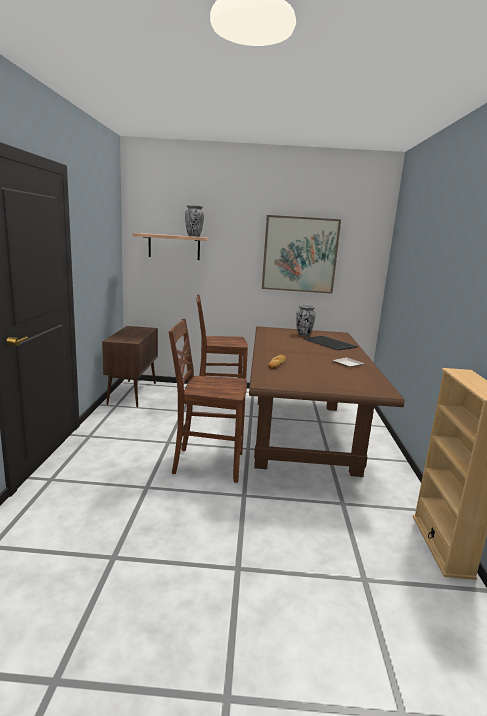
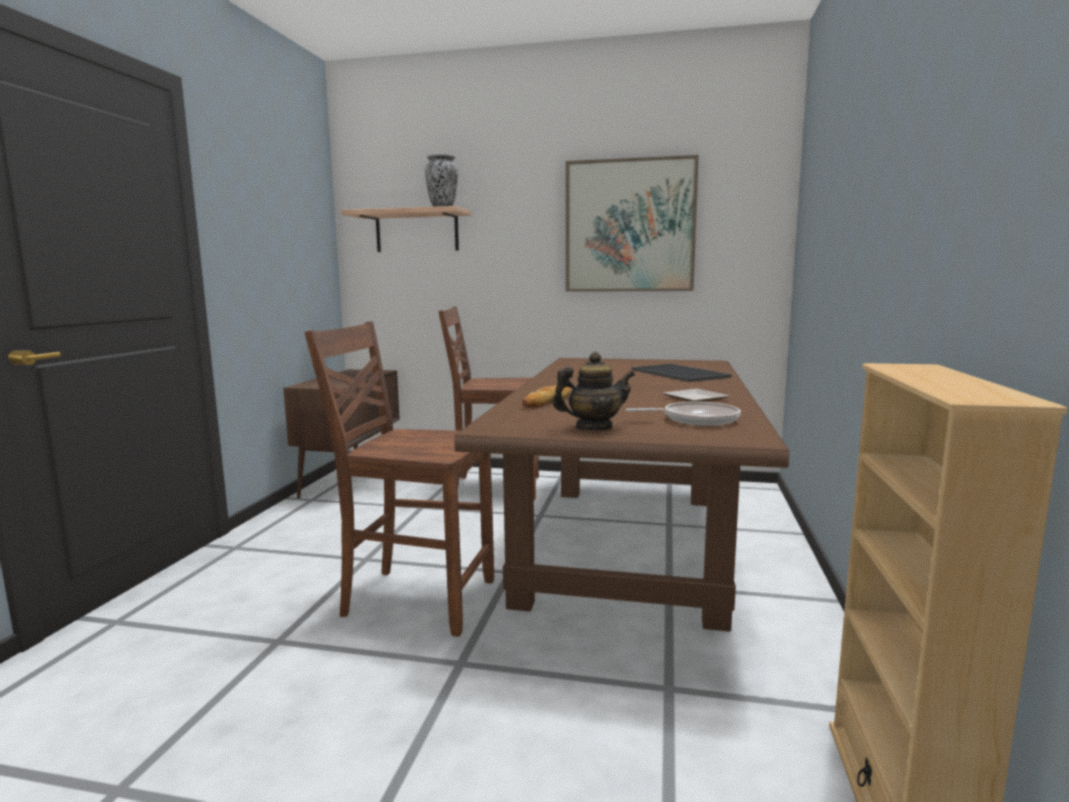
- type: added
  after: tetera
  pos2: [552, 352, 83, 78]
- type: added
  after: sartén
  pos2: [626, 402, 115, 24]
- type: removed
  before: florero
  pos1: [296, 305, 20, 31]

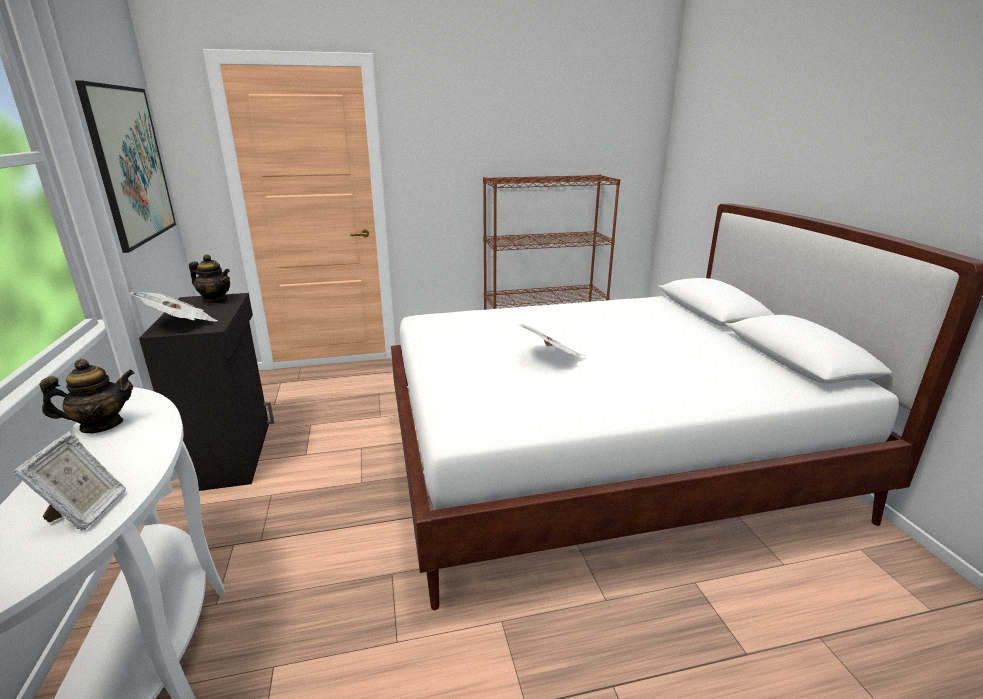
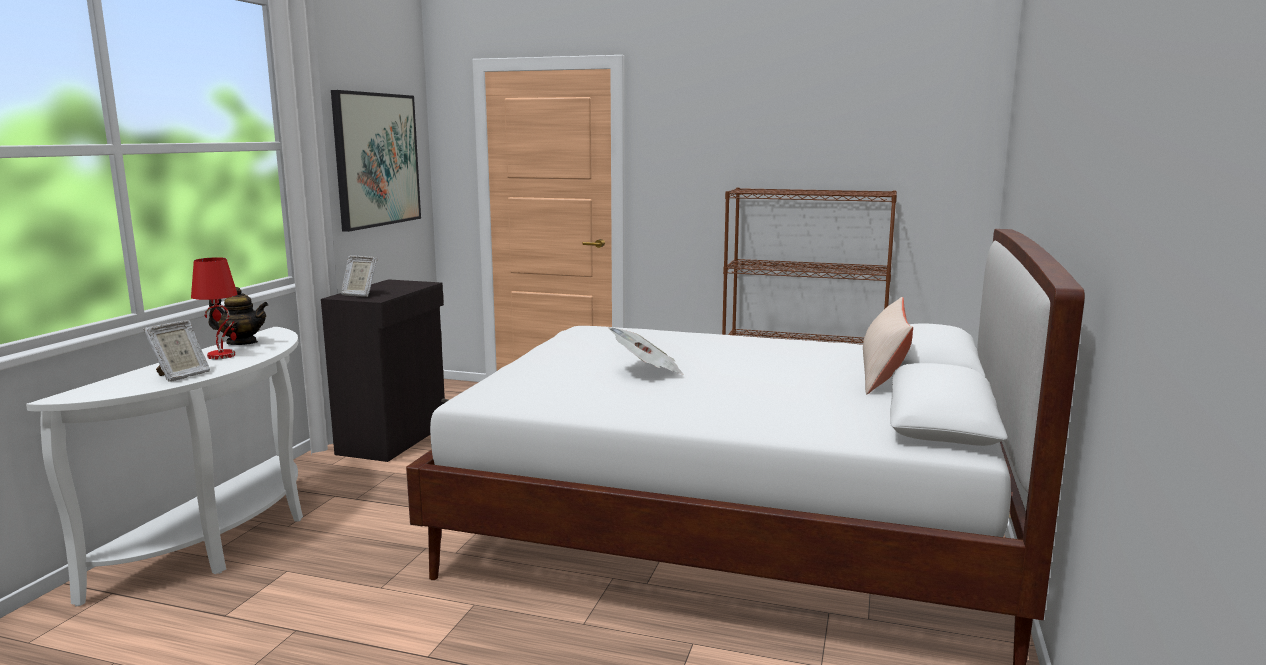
- type: added
  after: lámpara de mesa [rojo]
  pos2: [191, 257, 46, 102]
- type: replaced
  before: periódico
  after: portarretratos
  pos1: [130, 292, 87, 29]
  pos2: [341, 255, 37, 42]
- type: added
  after: cojín [beis]
  pos2: [863, 297, 50, 97]
- type: removed
  before: tetera
  pos1: [189, 255, 41, 48]

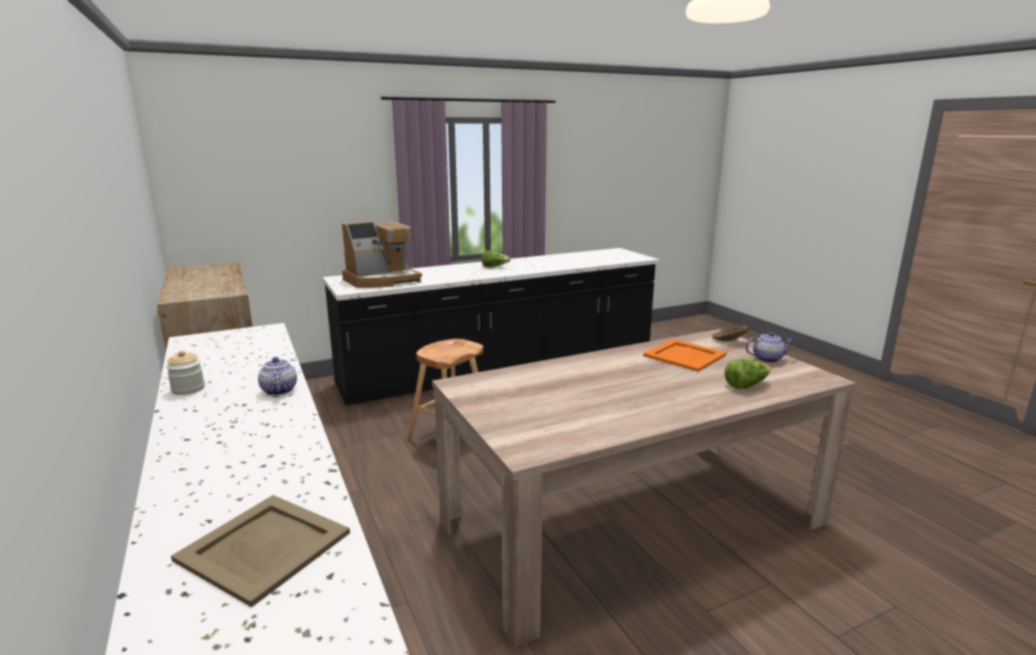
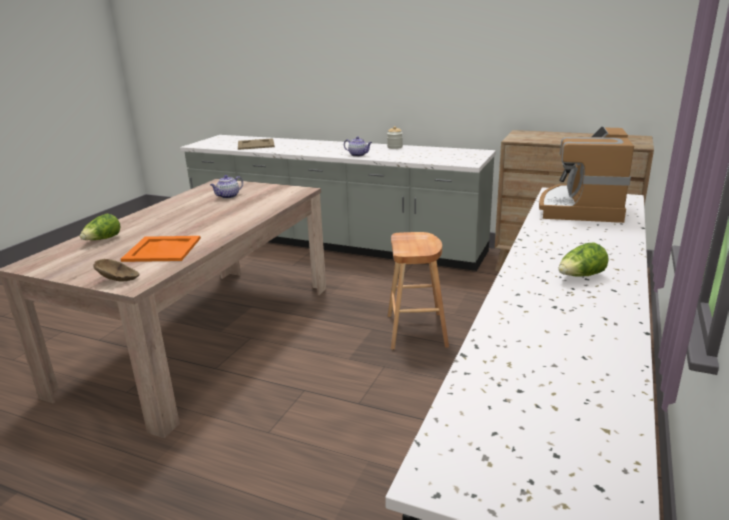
- type: moved
  before: tetera
  pos1: [745, 332, 49, 31]
  pos2: [210, 175, 33, 24]

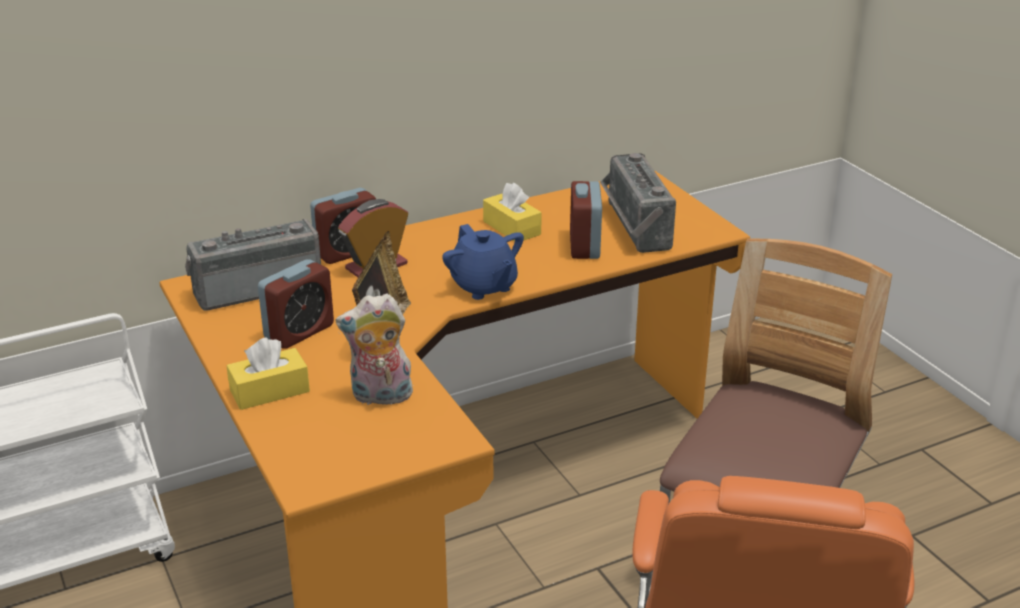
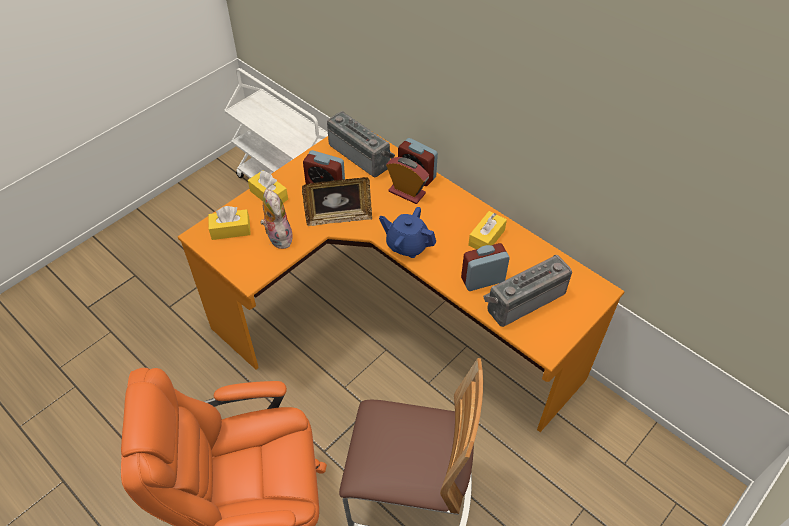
- type: added
  after: caja de pañuelos [amarillo]
  pos2: [208, 206, 43, 34]
- type: turned
  before: tetera [azul]
  pos1: [442, 224, 82, 76]
  pos2: [379, 207, 57, 51]
  turn: 75

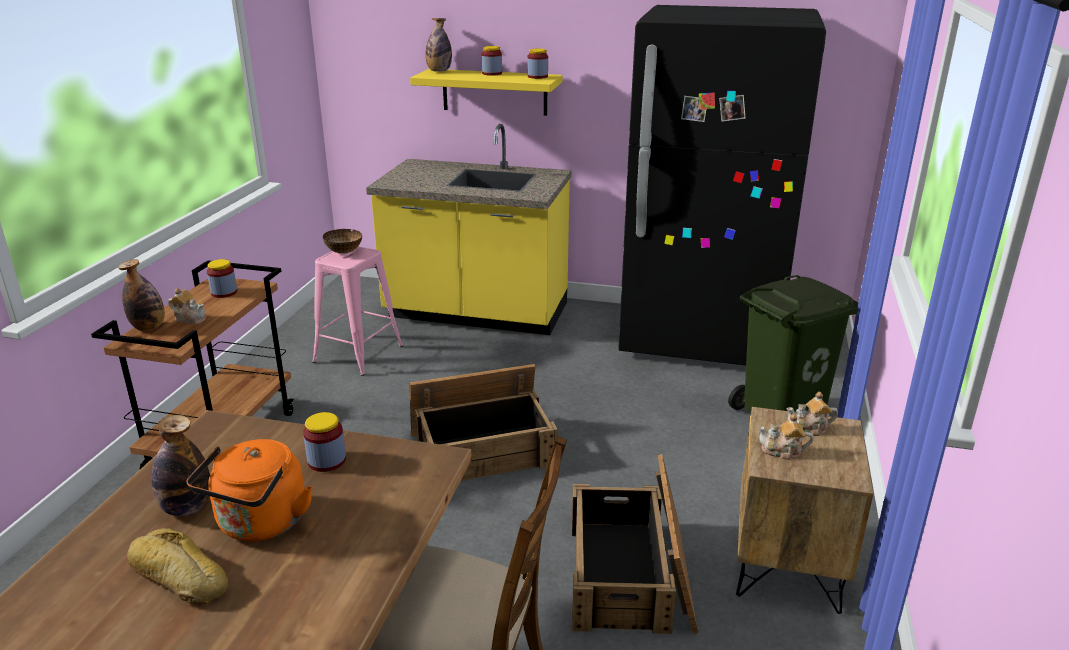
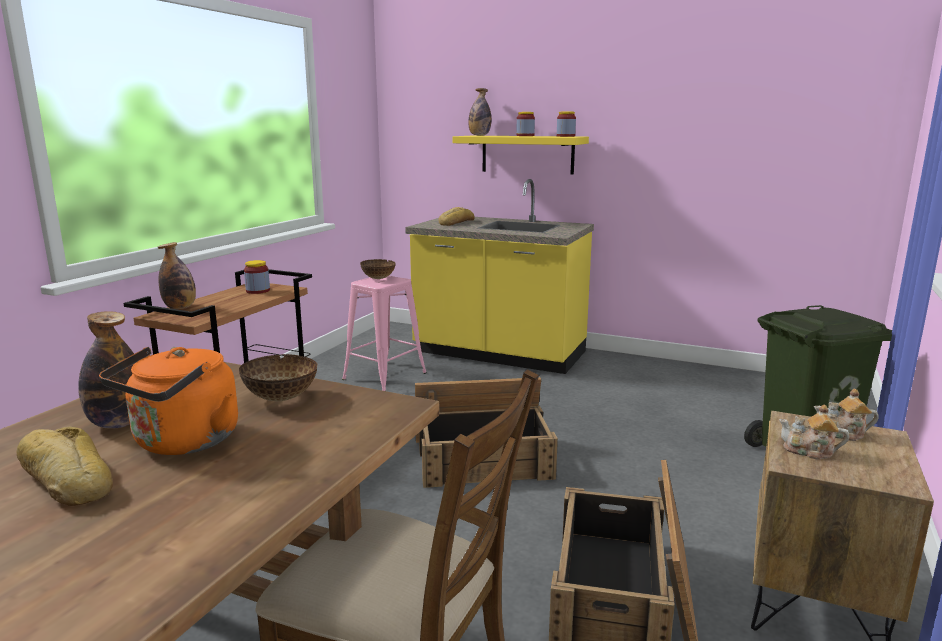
- type: replaced
  before: tarro
  after: cuenco
  pos1: [303, 412, 43, 60]
  pos2: [239, 354, 78, 47]
- type: added
  after: pan
  pos2: [438, 207, 37, 19]
- type: removed
  before: tetera
  pos1: [168, 288, 38, 37]
- type: removed
  before: nevera [negro]
  pos1: [618, 5, 208, 360]

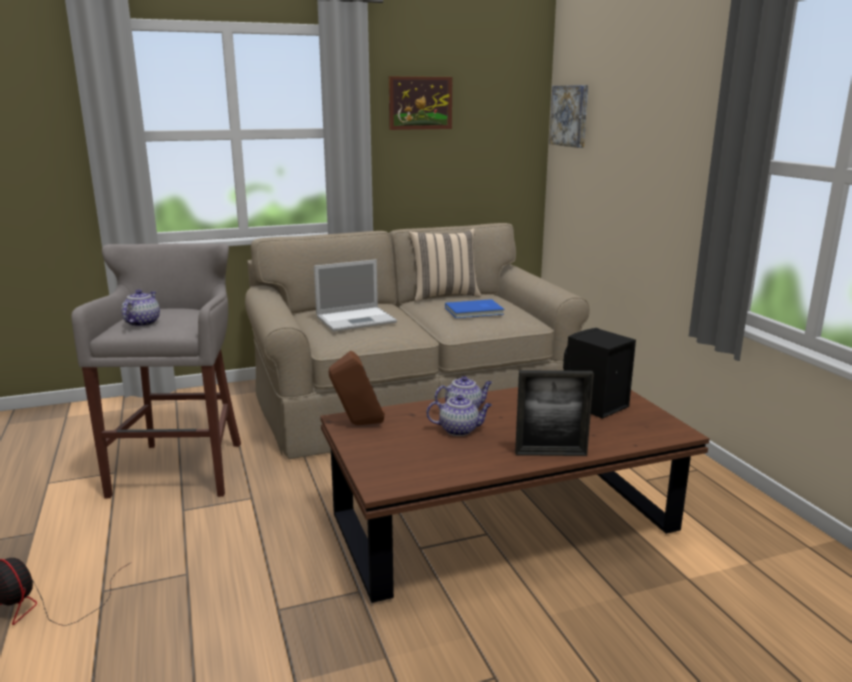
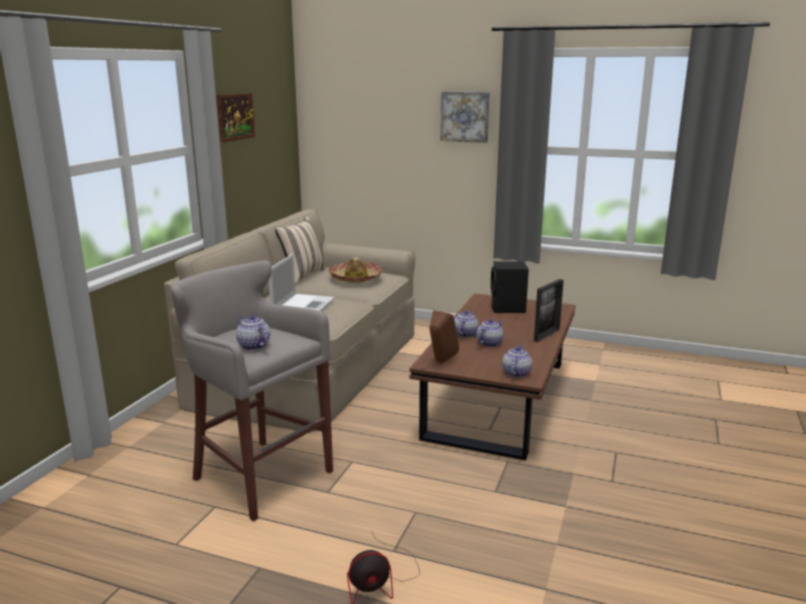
- type: replaced
  before: libro [azul]
  after: sombrero
  pos1: [445, 299, 59, 19]
  pos2: [328, 258, 55, 25]
- type: moved
  before: cuadro
  pos1: [549, 85, 39, 63]
  pos2: [441, 91, 49, 52]
- type: added
  after: tetera
  pos2: [502, 345, 30, 32]

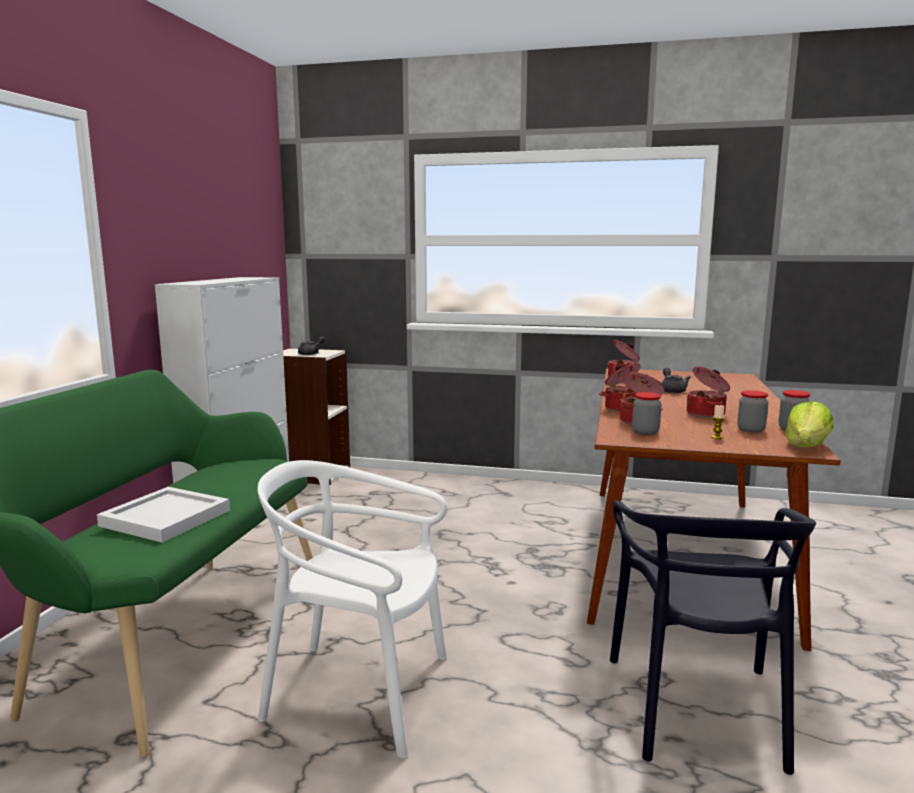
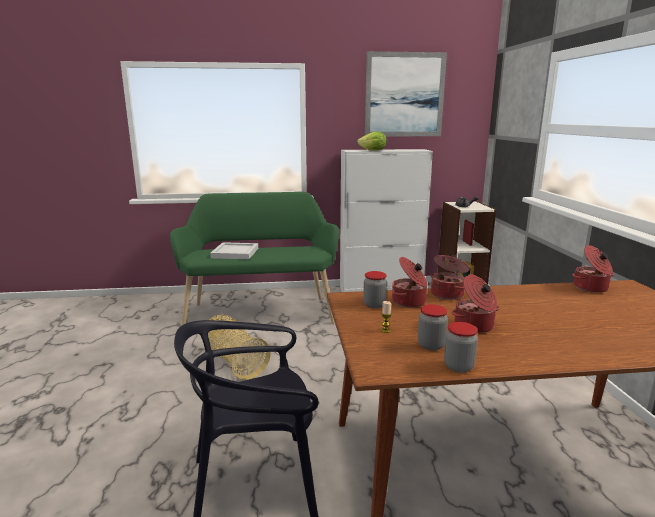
- type: replaced
  before: silla [blanco]
  after: cesta
  pos1: [258, 460, 189, 298]
  pos2: [202, 315, 69, 65]
- type: moved
  before: lechuga
  pos1: [785, 401, 49, 46]
  pos2: [357, 131, 30, 20]
- type: added
  after: cuadro
  pos2: [365, 51, 82, 86]
- type: removed
  before: tetera [gris]
  pos1: [661, 368, 30, 25]

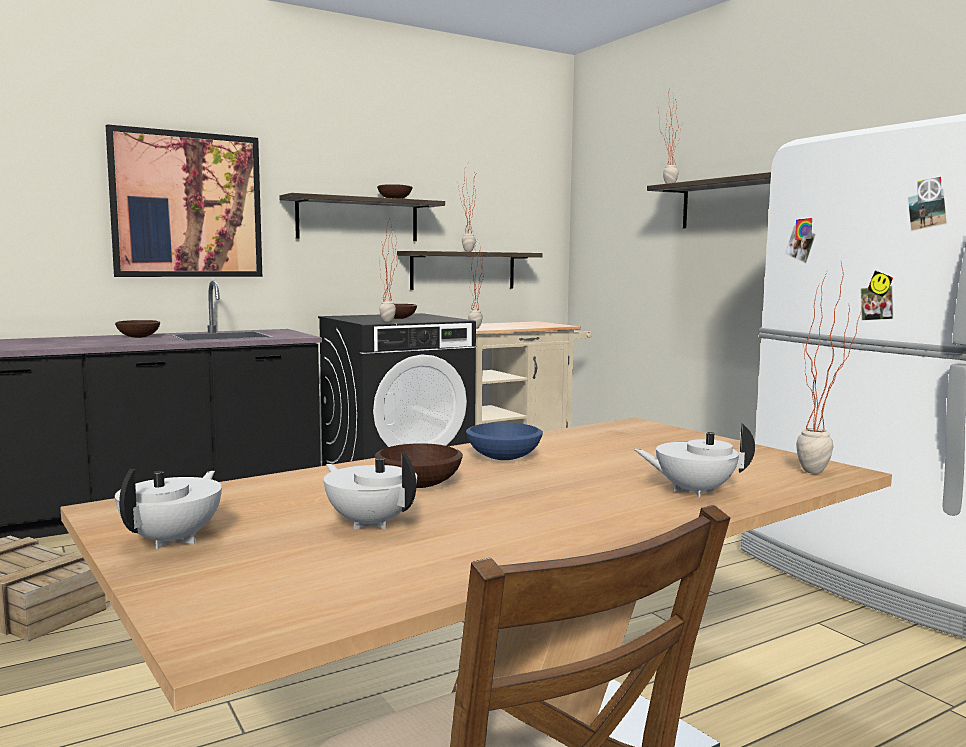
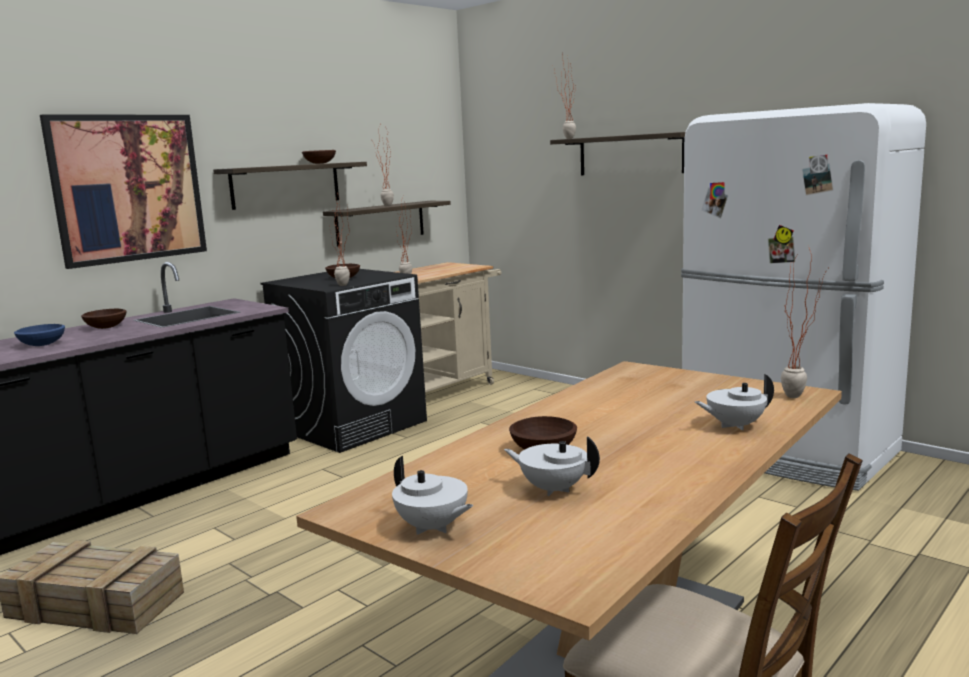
- type: moved
  before: cuenco [azul]
  pos1: [466, 422, 77, 38]
  pos2: [14, 324, 51, 22]
- type: turned
  before: tetera [blanco]
  pos1: [115, 469, 107, 80]
  pos2: [392, 456, 81, 79]
  turn: 135

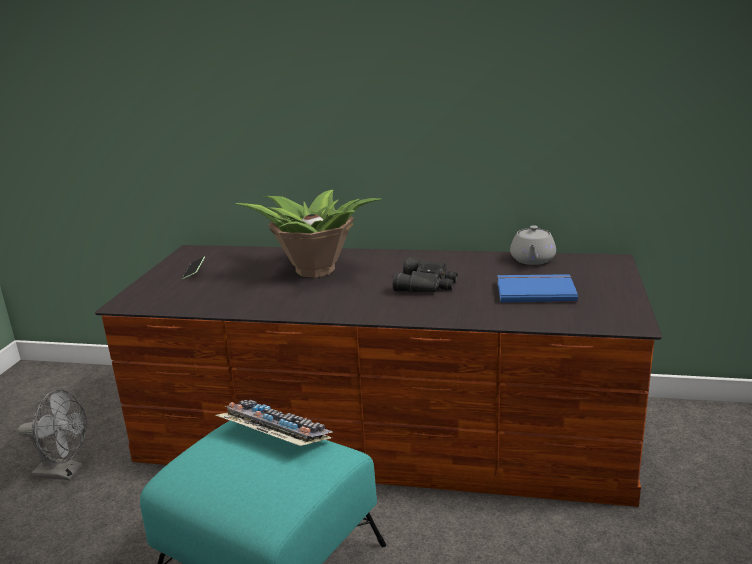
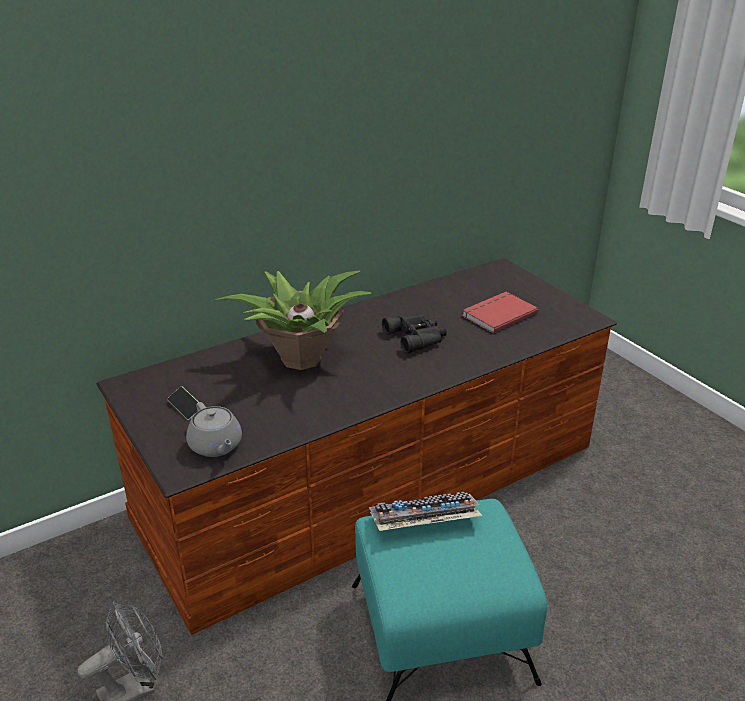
- type: moved
  before: tetera [gris]
  pos1: [510, 225, 46, 40]
  pos2: [186, 402, 56, 55]
- type: recoloured
  before: libro [azul]
  after: libro [rojo]
  pos1: [497, 274, 81, 28]
  pos2: [462, 292, 76, 42]

